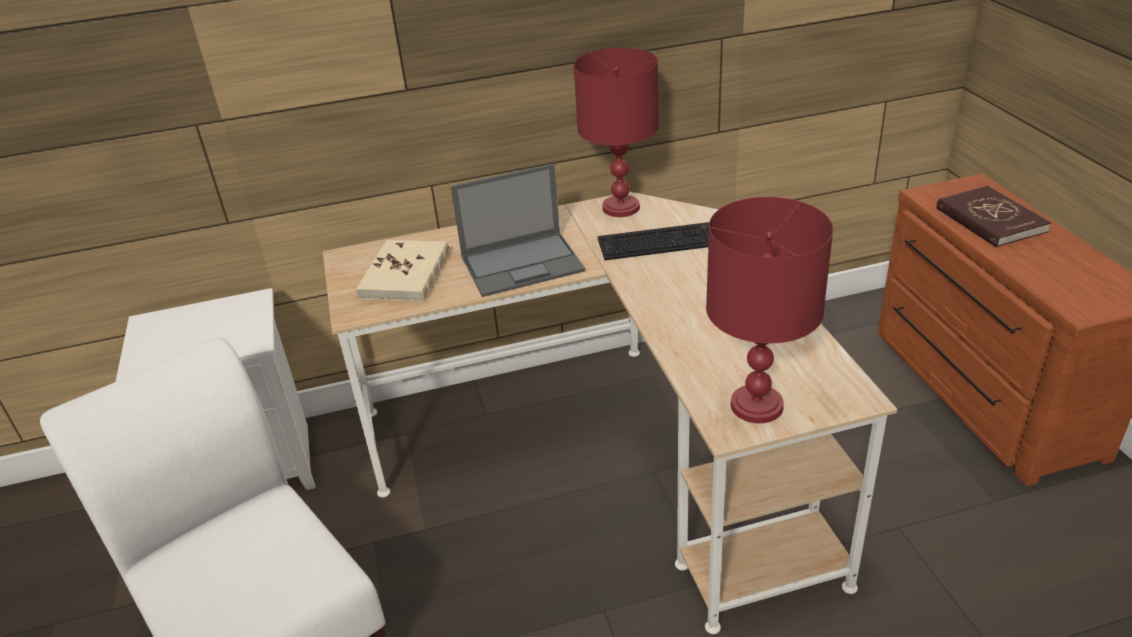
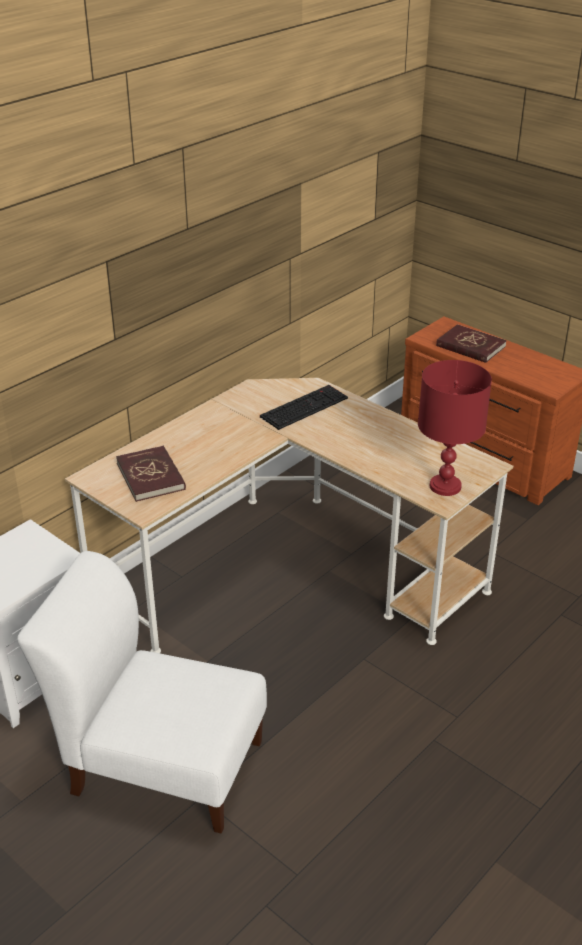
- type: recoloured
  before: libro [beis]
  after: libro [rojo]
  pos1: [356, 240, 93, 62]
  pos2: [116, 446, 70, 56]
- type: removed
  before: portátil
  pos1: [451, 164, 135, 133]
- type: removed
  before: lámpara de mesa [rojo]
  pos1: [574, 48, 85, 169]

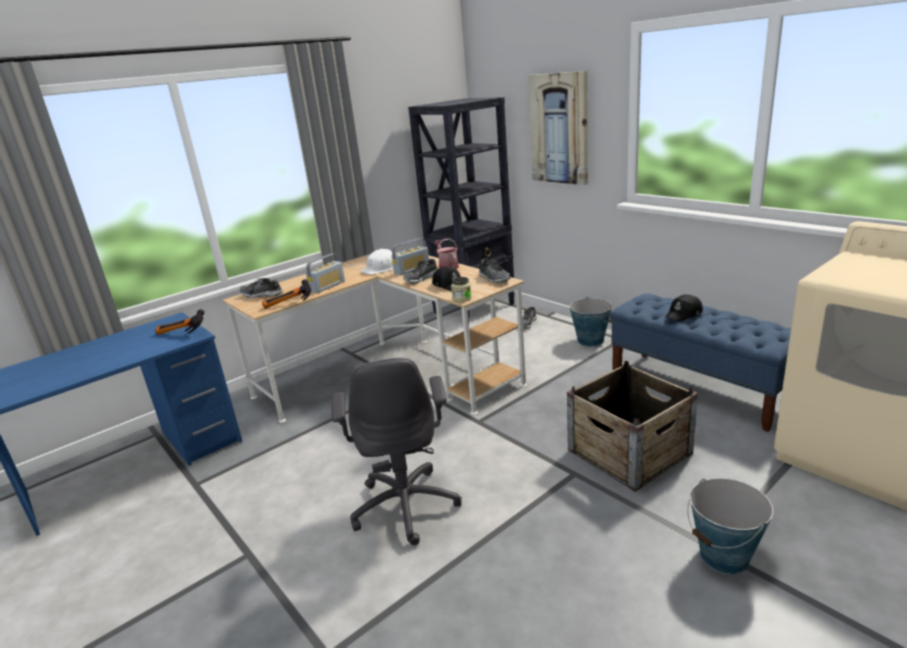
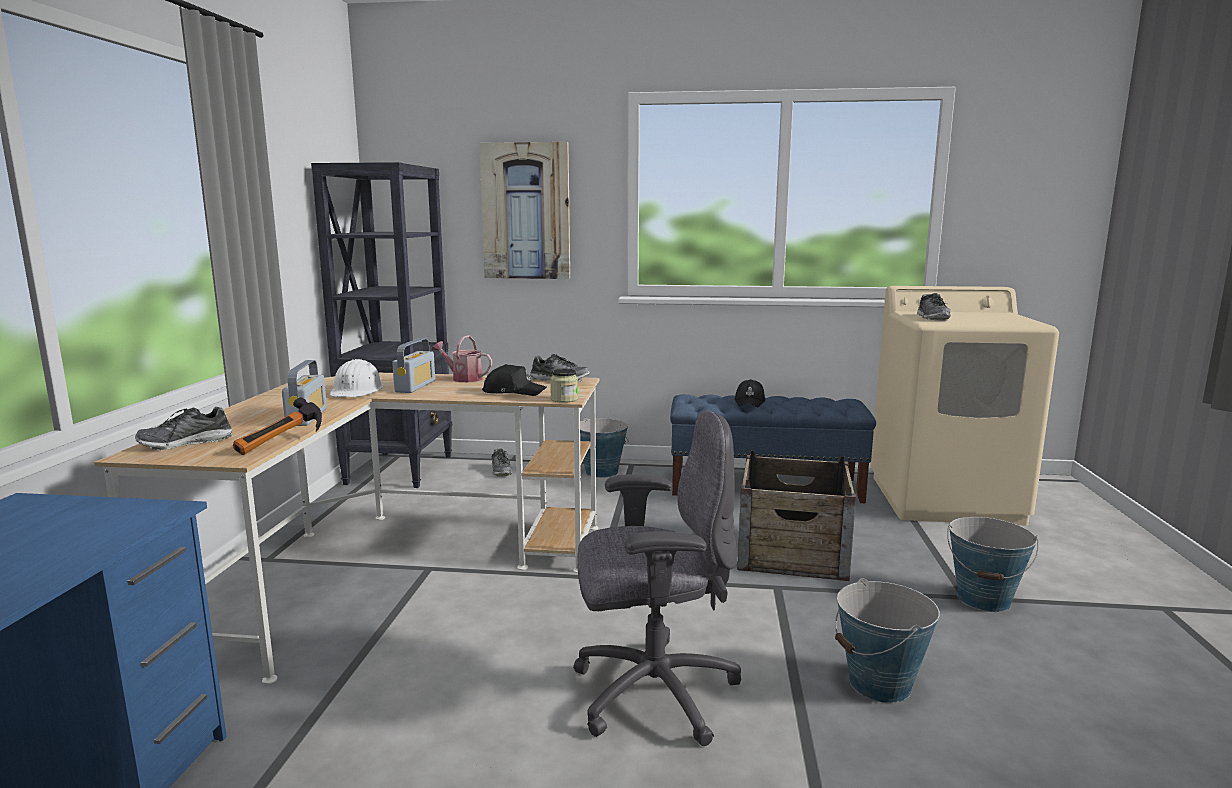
- type: turned
  before: silla de oficina [gris]
  pos1: [332, 358, 130, 187]
  pos2: [573, 411, 168, 335]
  turn: -45
- type: added
  after: cubo
  pos2: [835, 578, 105, 125]
- type: moved
  before: zapato
  pos1: [403, 259, 35, 25]
  pos2: [917, 293, 34, 28]
- type: removed
  before: martillo
  pos1: [155, 309, 50, 26]

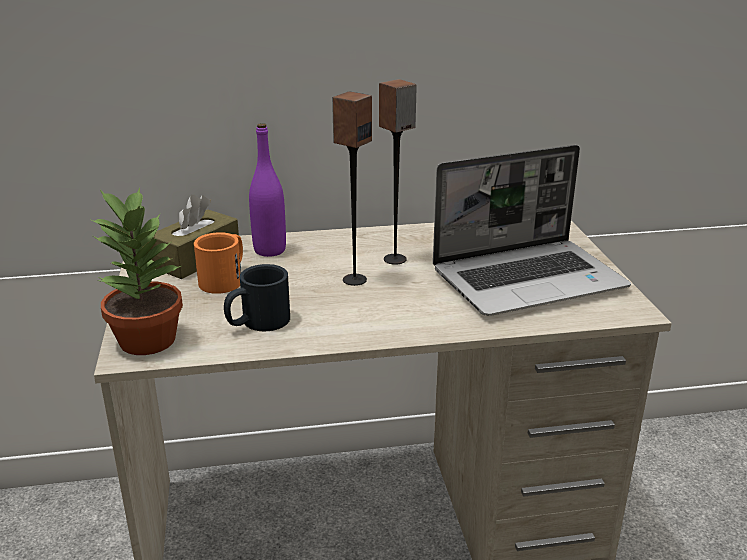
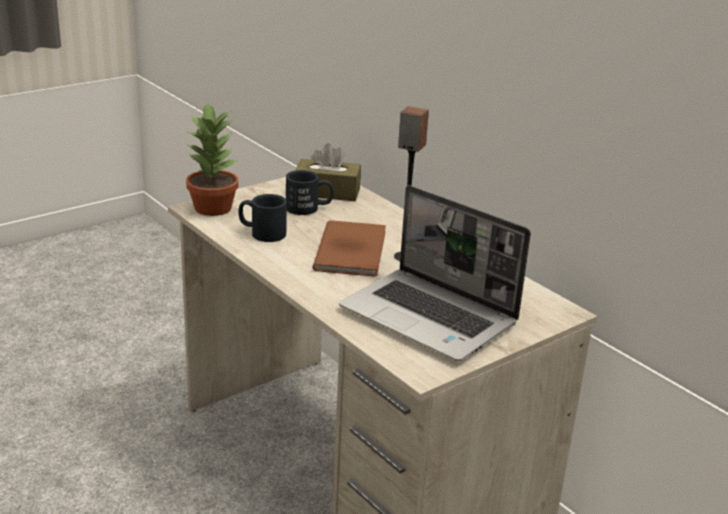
- type: recoloured
  before: taza grande [naranja]
  after: taza grande [negro]
  pos1: [194, 232, 49, 62]
  pos2: [286, 170, 48, 45]
- type: replaced
  before: altavoz
  after: libro [marrón]
  pos1: [332, 91, 40, 195]
  pos2: [313, 220, 73, 57]
- type: removed
  before: botella [morado]
  pos1: [249, 123, 37, 134]

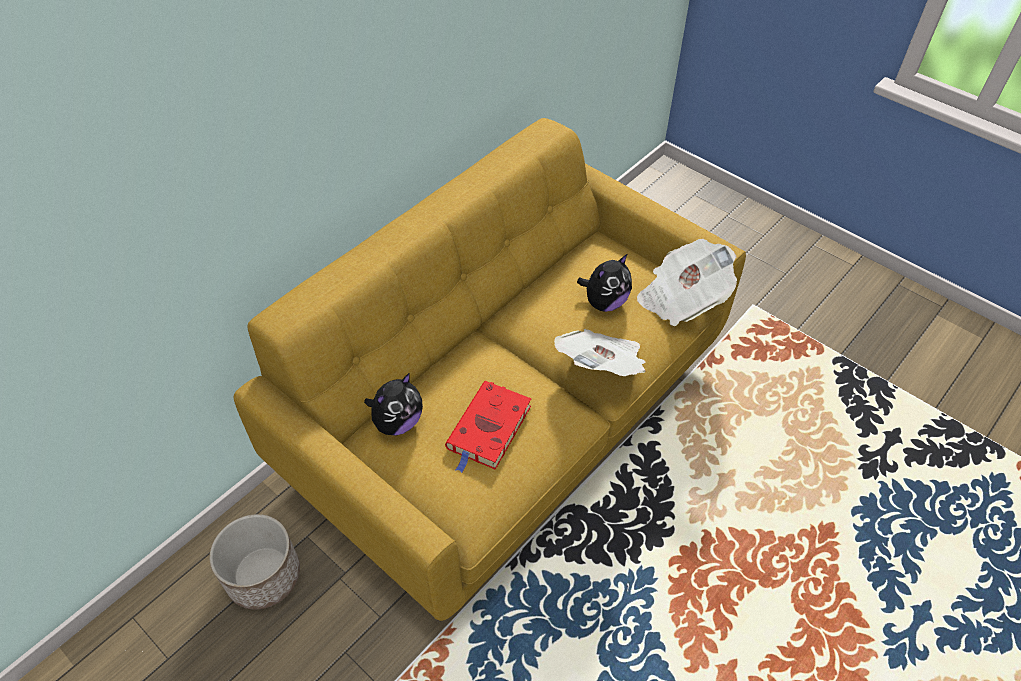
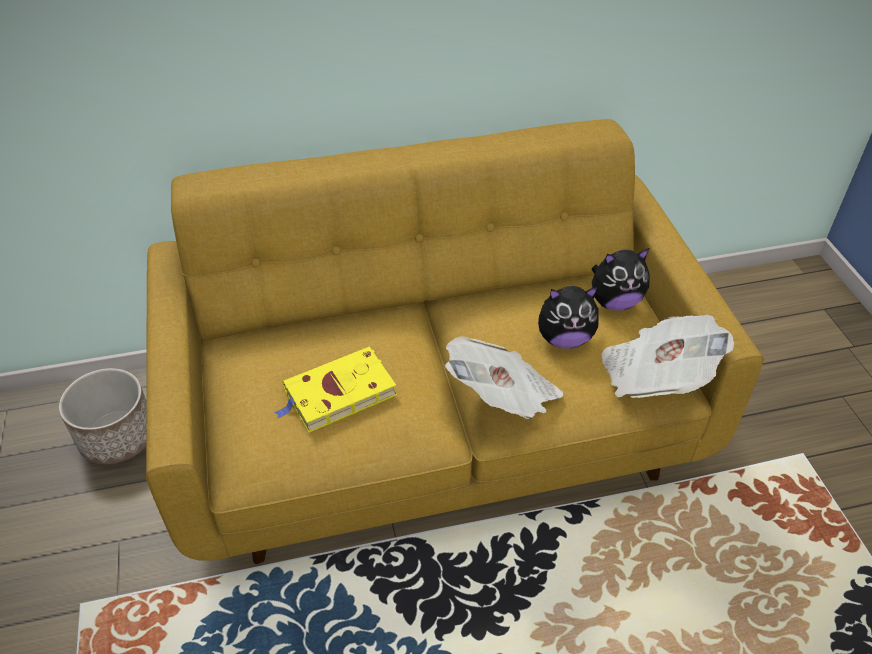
- type: recoloured
  before: libro [rojo]
  after: libro [amarillo]
  pos1: [445, 381, 86, 92]
  pos2: [274, 346, 123, 87]
- type: moved
  before: peluche
  pos1: [364, 373, 59, 62]
  pos2: [591, 248, 59, 63]

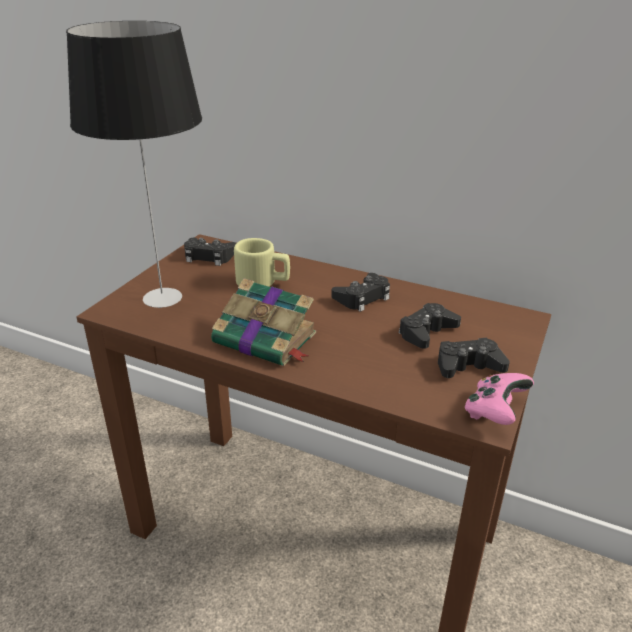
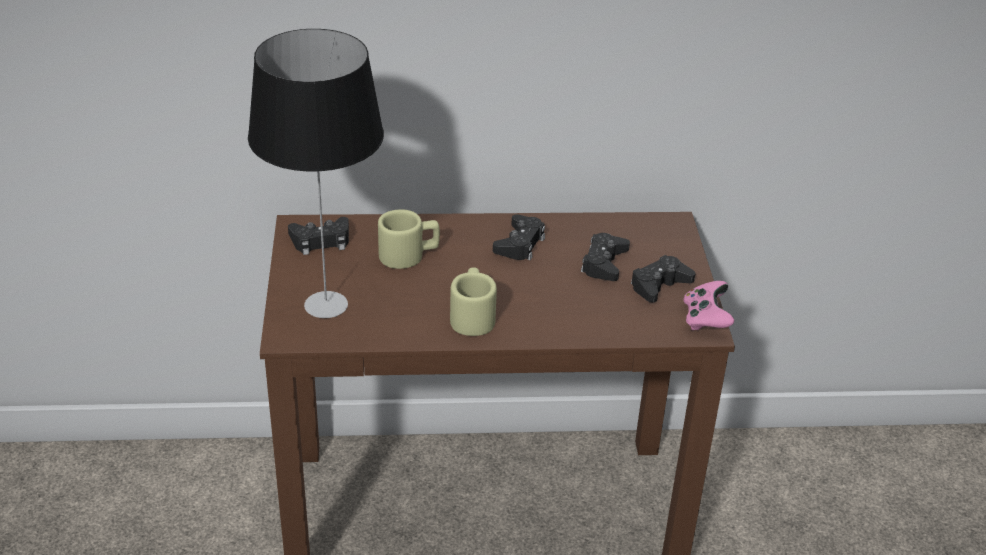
- type: replaced
  before: libro
  after: taza grande [beis]
  pos1: [211, 278, 105, 88]
  pos2: [450, 267, 47, 69]

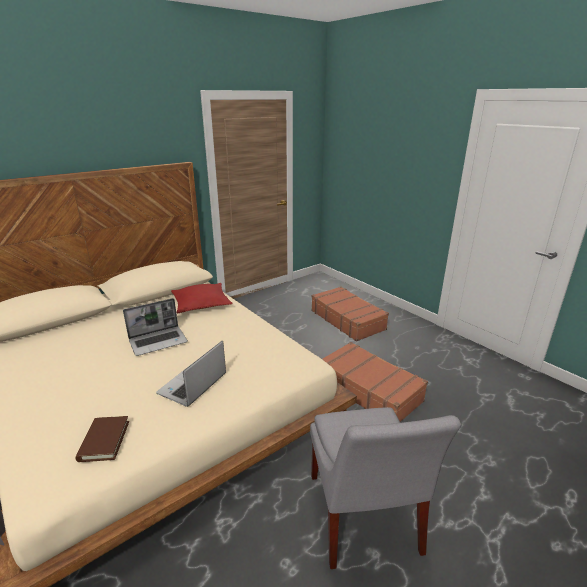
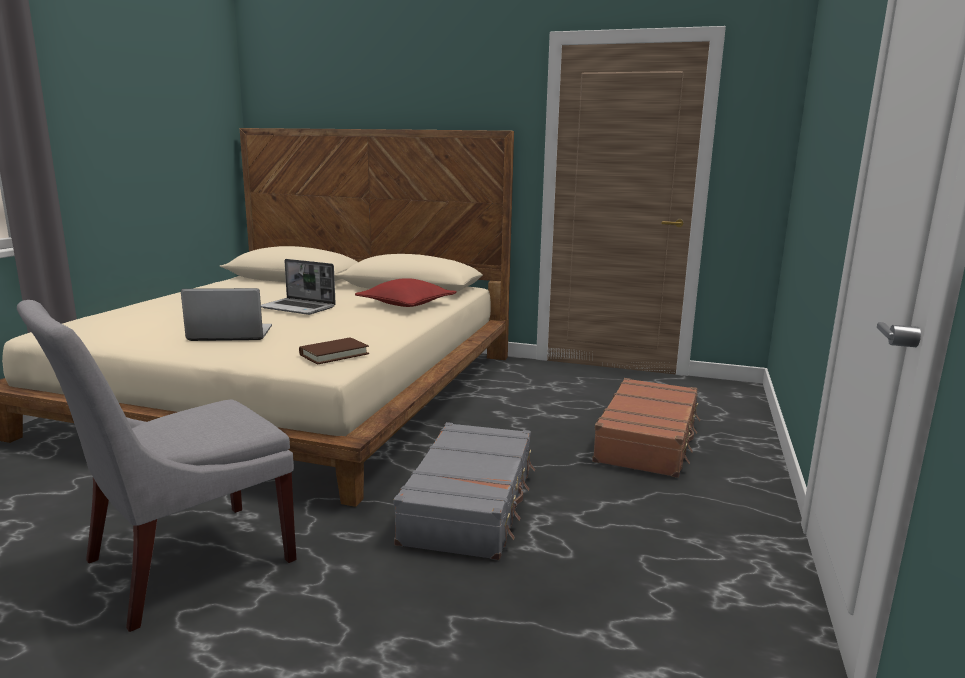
- type: moved
  before: libro [marrón]
  pos1: [76, 416, 53, 46]
  pos2: [299, 338, 70, 26]
- type: recoloured
  before: maleta [marrón]
  after: maleta [gris]
  pos1: [322, 342, 106, 80]
  pos2: [393, 422, 142, 138]

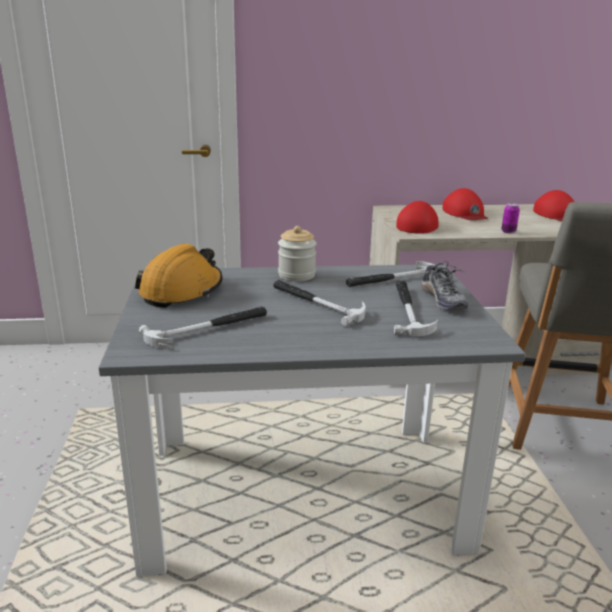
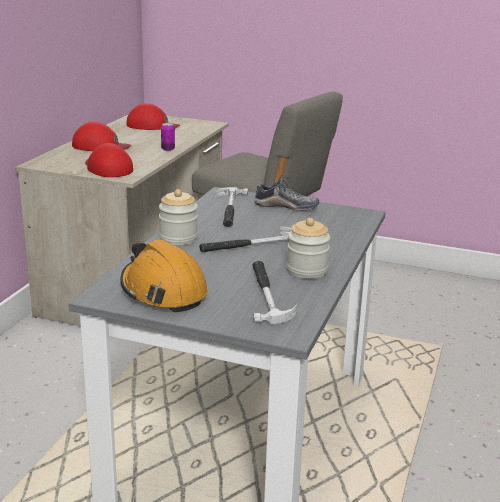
- type: added
  after: tarro
  pos2: [287, 218, 43, 61]
- type: removed
  before: martillo
  pos1: [394, 281, 44, 55]

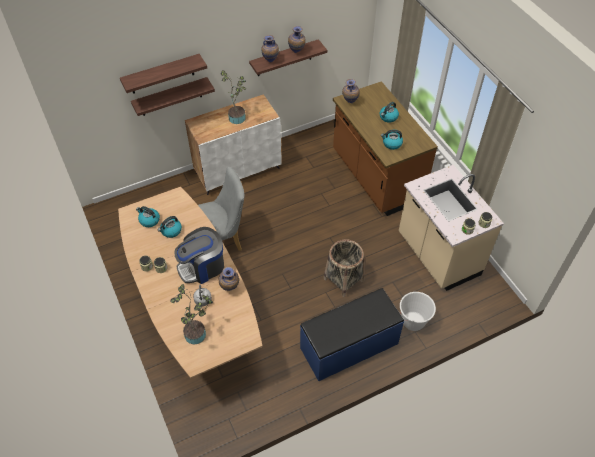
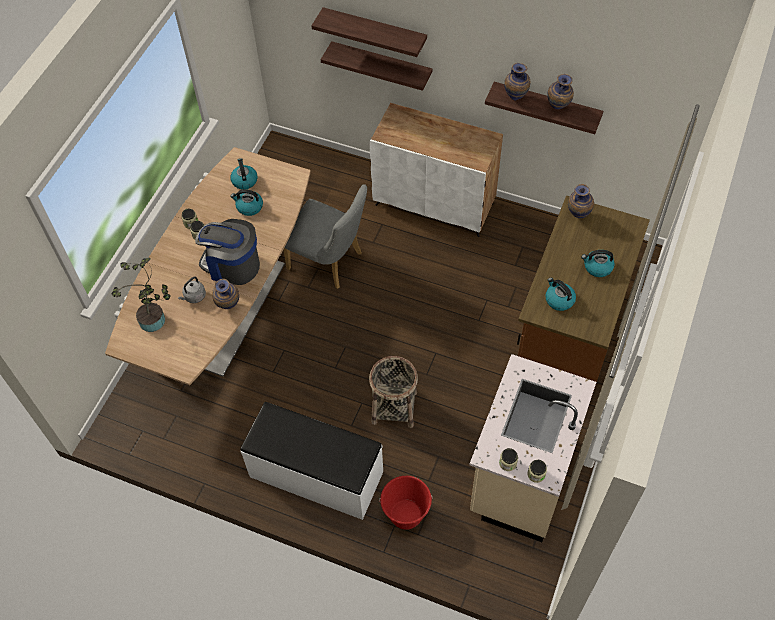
- type: recoloured
  before: banco [azul]
  after: banco [blanco]
  pos1: [300, 288, 104, 93]
  pos2: [240, 402, 143, 118]
- type: recoloured
  before: cubo [blanco]
  after: cubo [rojo]
  pos1: [400, 292, 36, 39]
  pos2: [379, 476, 54, 54]
- type: removed
  before: planta en maceta
  pos1: [221, 70, 25, 54]

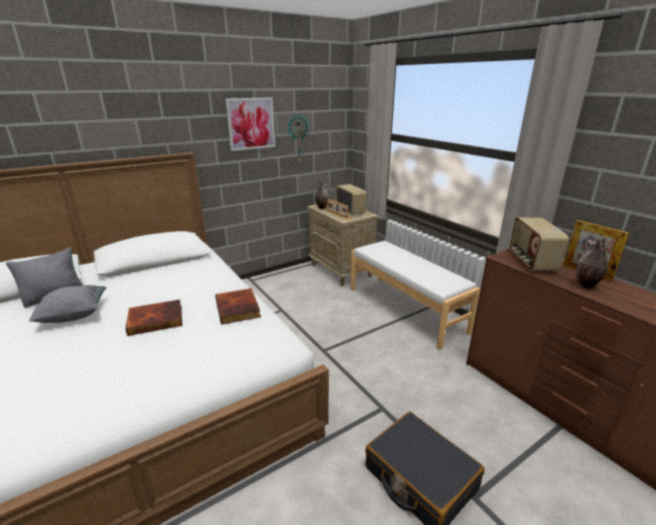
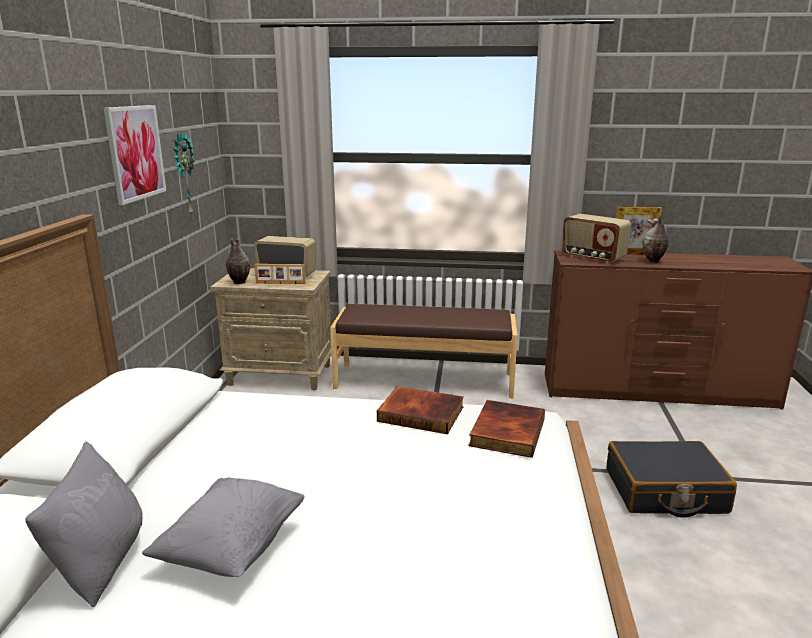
- type: recoloured
  before: banco [blanco]
  after: banco [marrón]
  pos1: [351, 241, 129, 109]
  pos2: [330, 304, 188, 94]
- type: moved
  before: libro
  pos1: [125, 299, 57, 37]
  pos2: [468, 400, 77, 58]

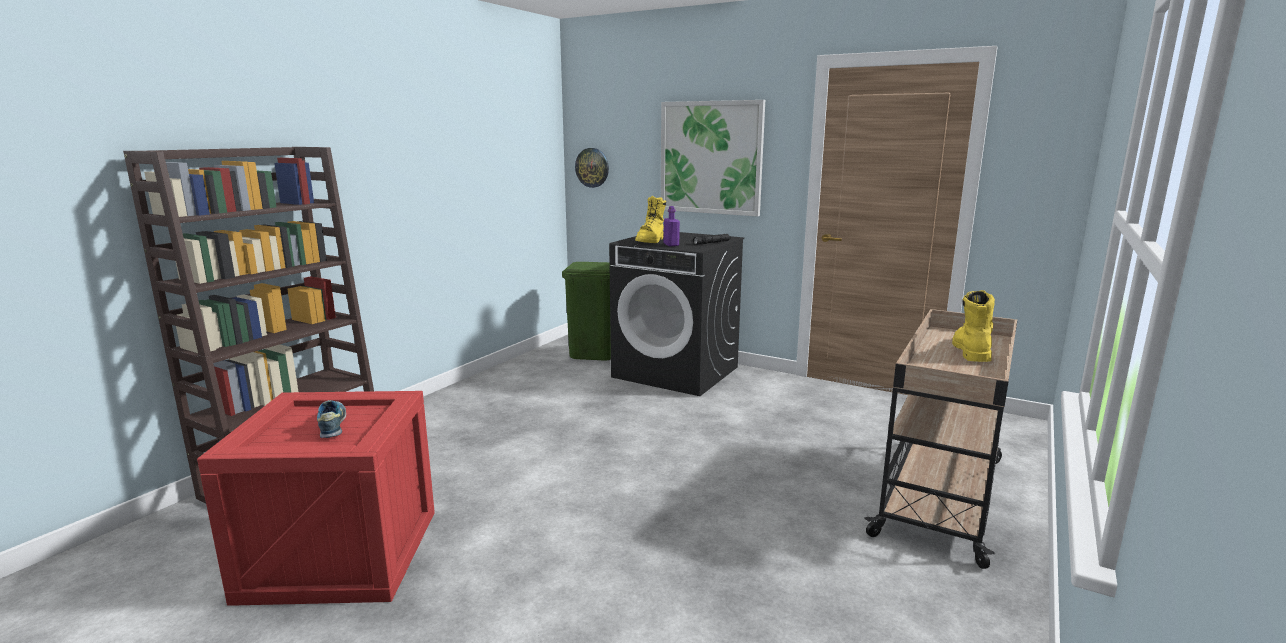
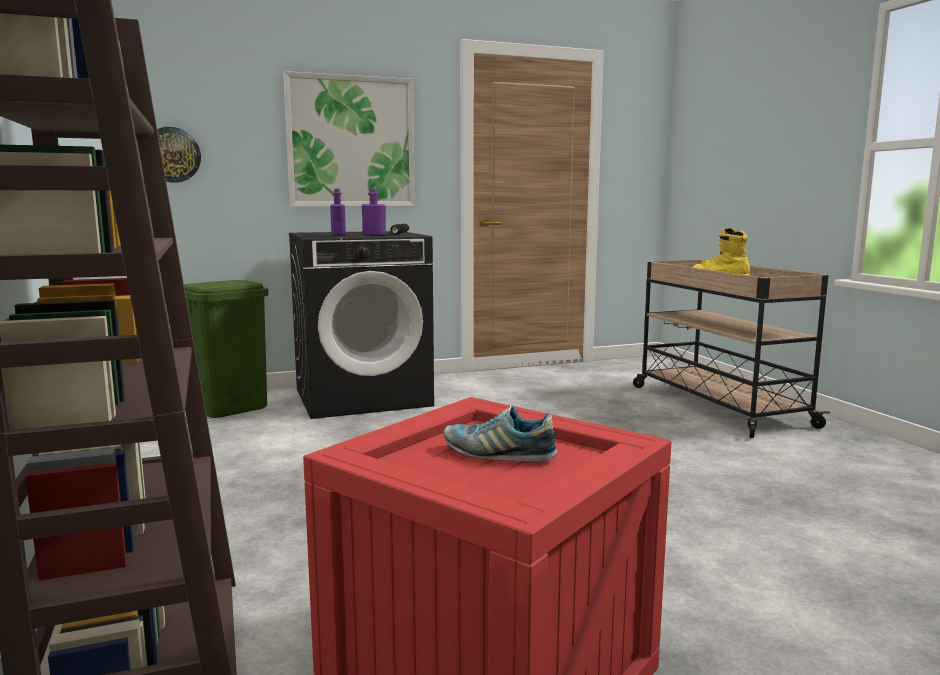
- type: replaced
  before: bota [amarillo]
  after: botella [morado]
  pos1: [635, 196, 31, 47]
  pos2: [330, 188, 16, 48]

